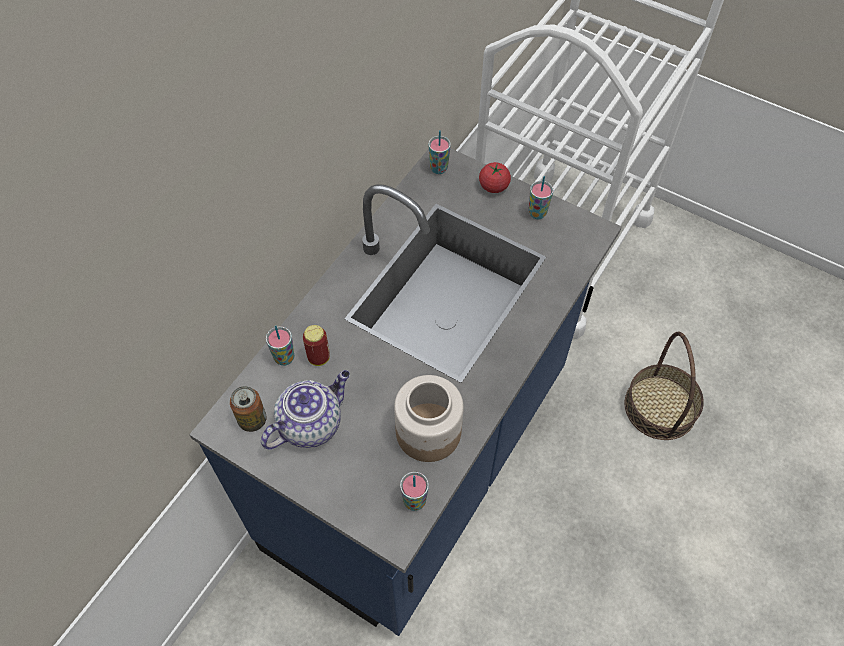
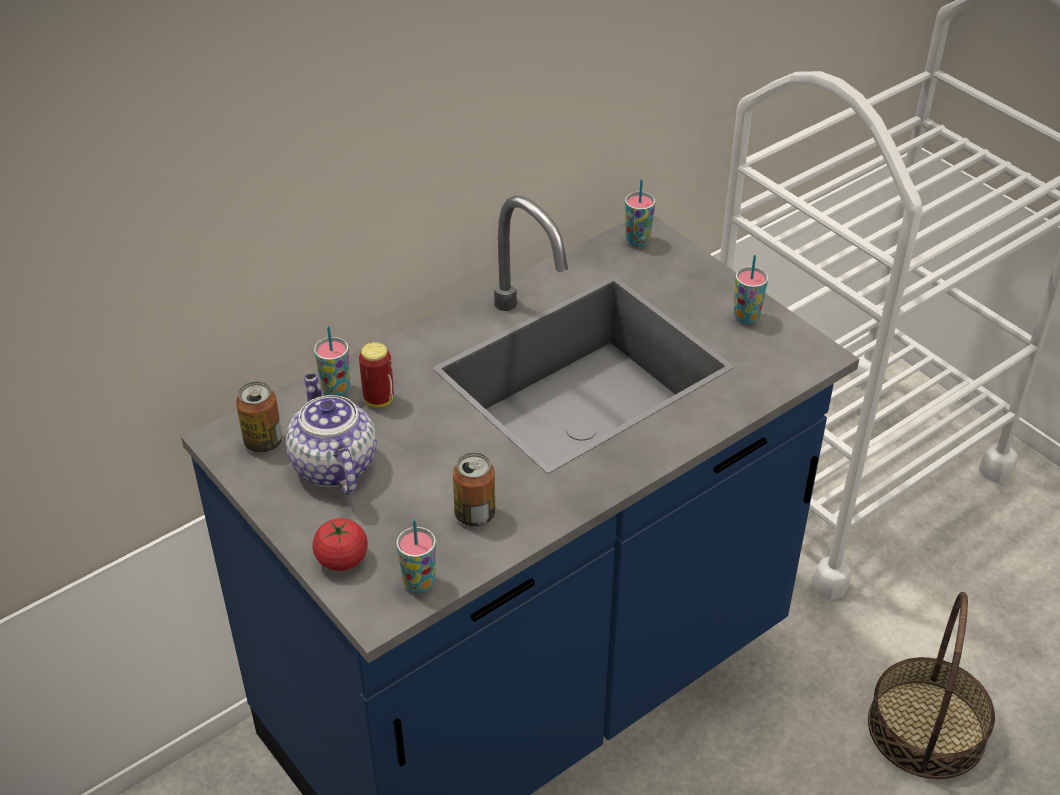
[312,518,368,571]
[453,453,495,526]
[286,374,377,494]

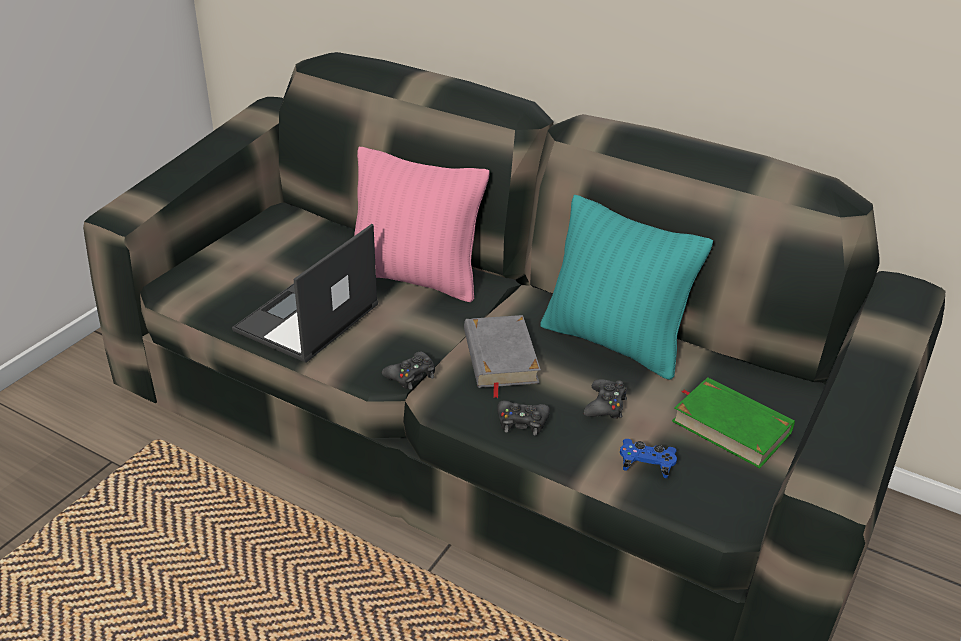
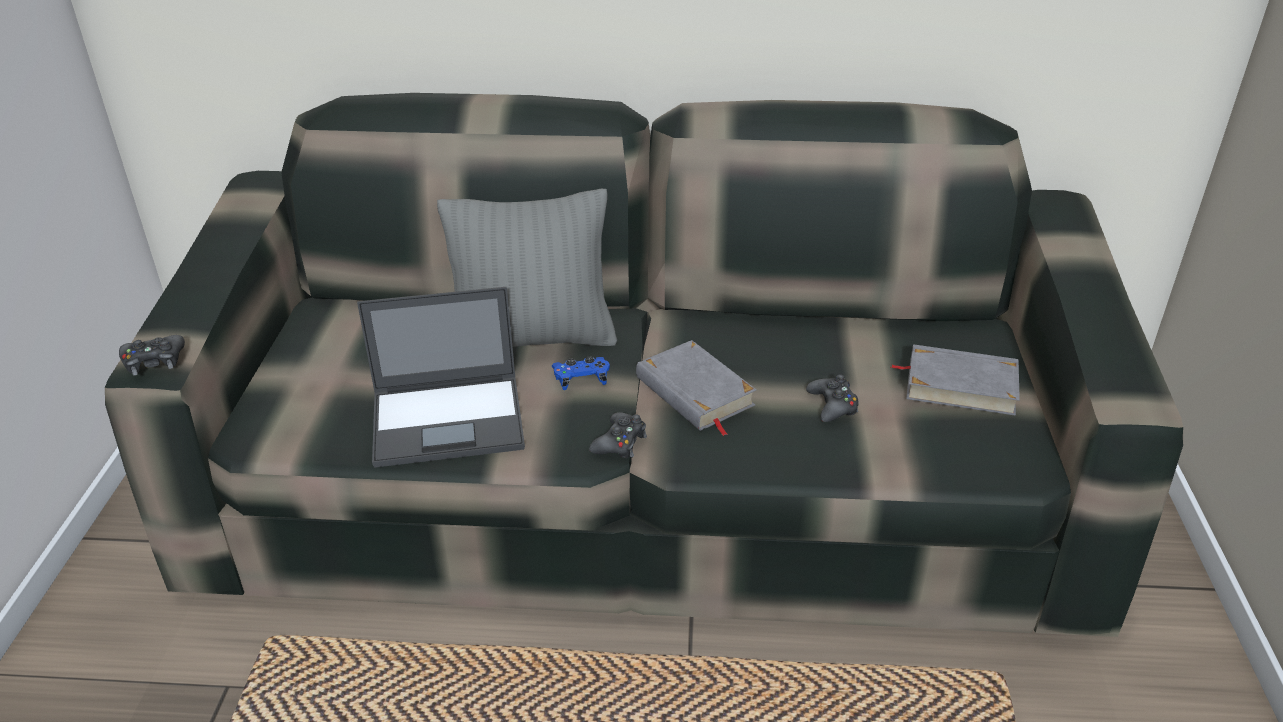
[540,195,713,380] (first image)
[119,335,185,376]
[551,356,610,390]
[437,189,617,347]
[891,344,1020,416]
[357,287,525,468]

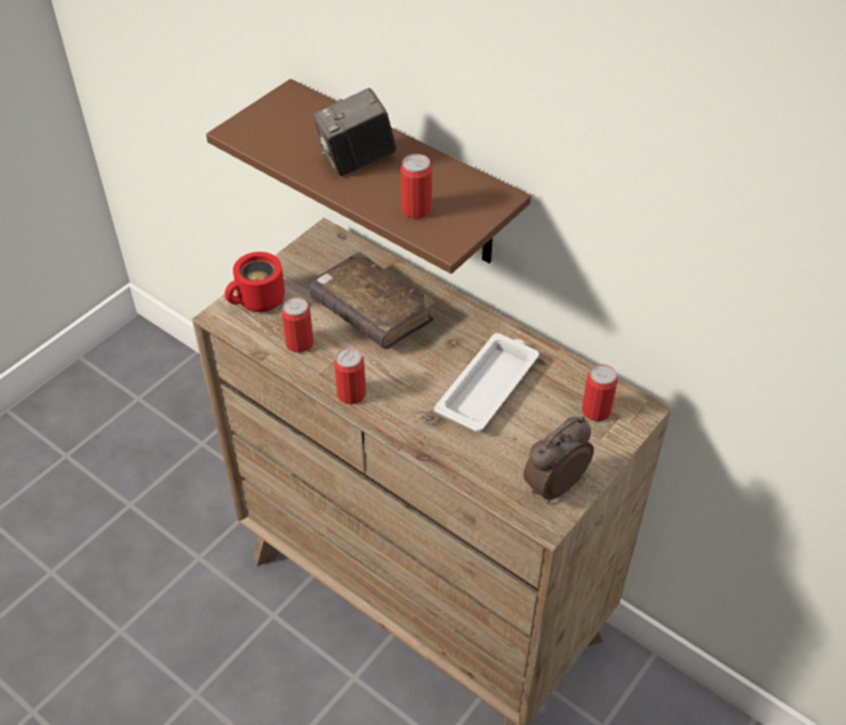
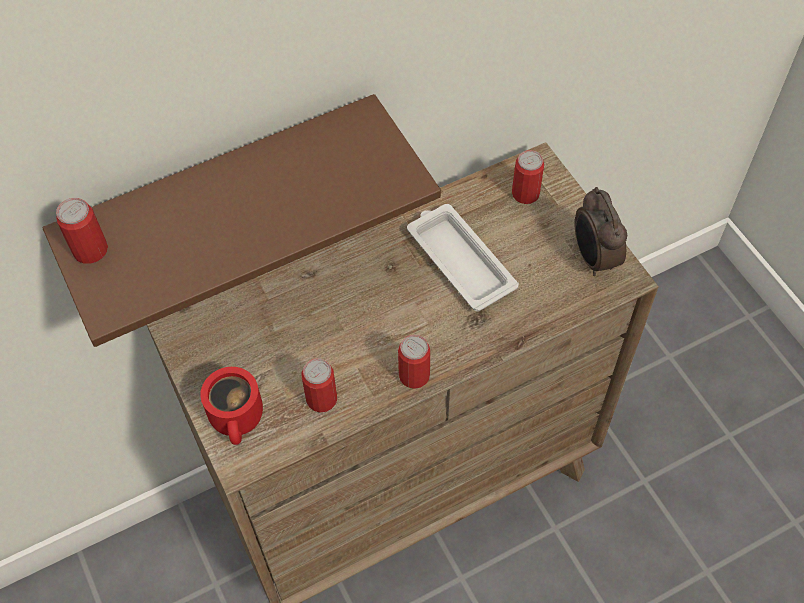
[310,252,435,349] (first image)
[313,88,396,176] (first image)
[56,198,108,264]

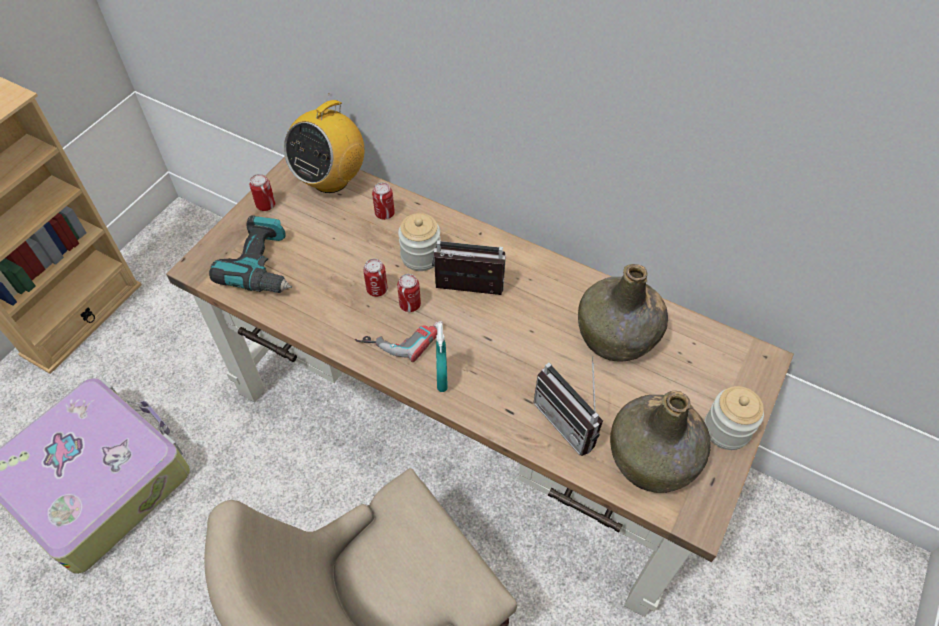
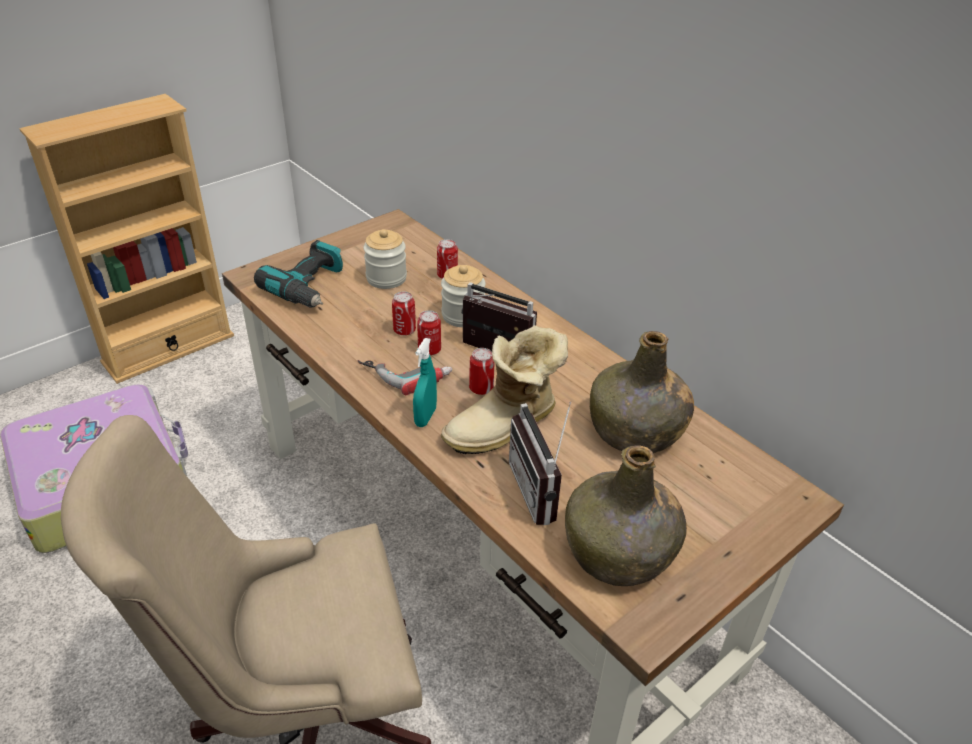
[284,93,365,193] (first image)
[441,325,568,454]
[469,348,494,395]
[363,229,407,289]

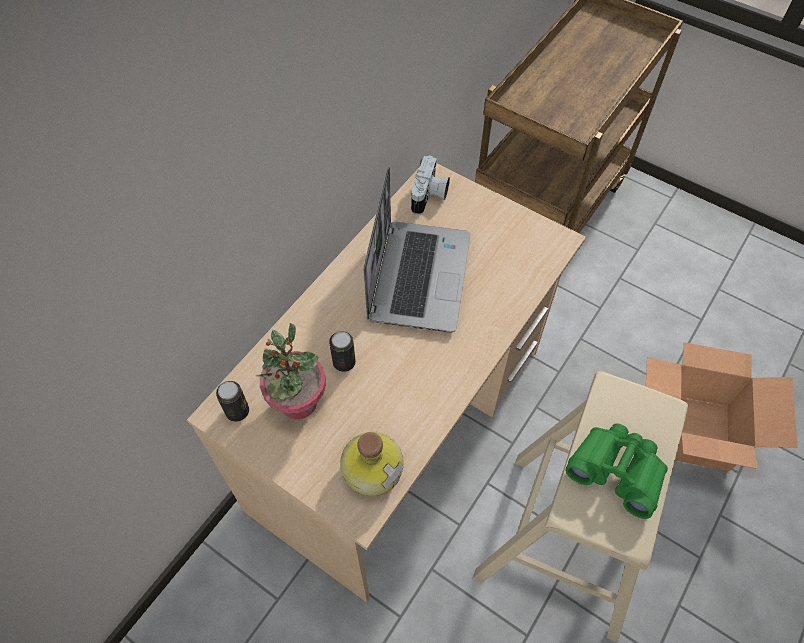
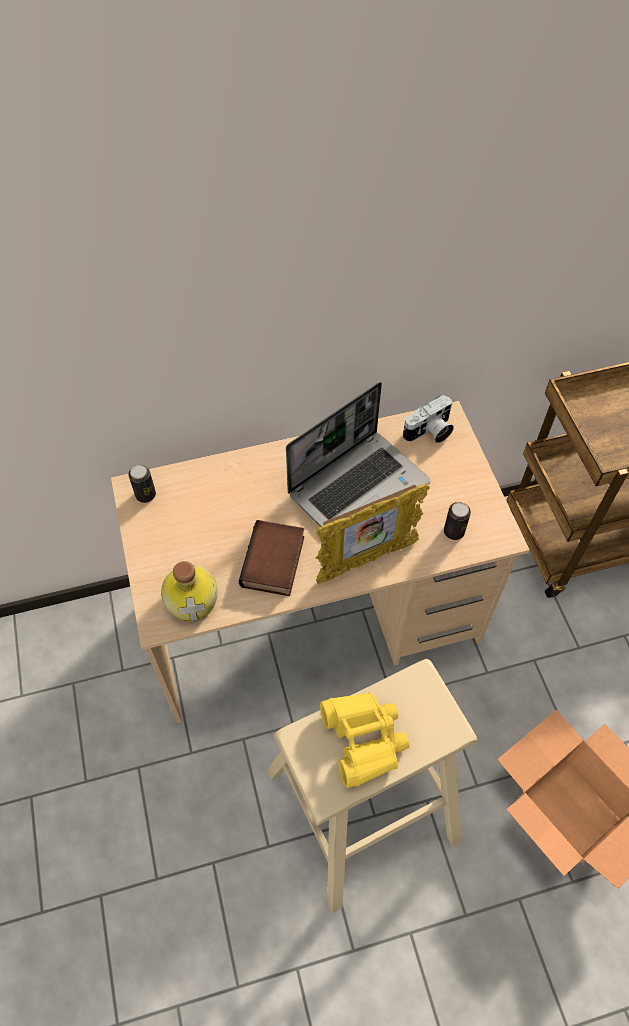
[256,323,326,419] (first image)
[239,520,304,596]
[316,483,430,584]
[444,502,471,540]
[320,692,409,788]

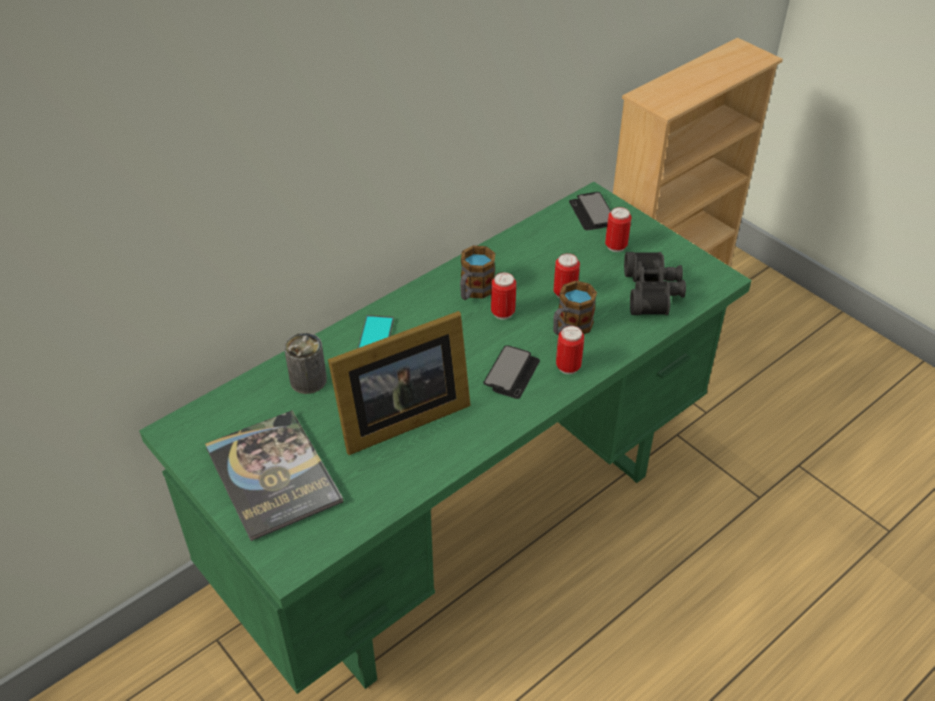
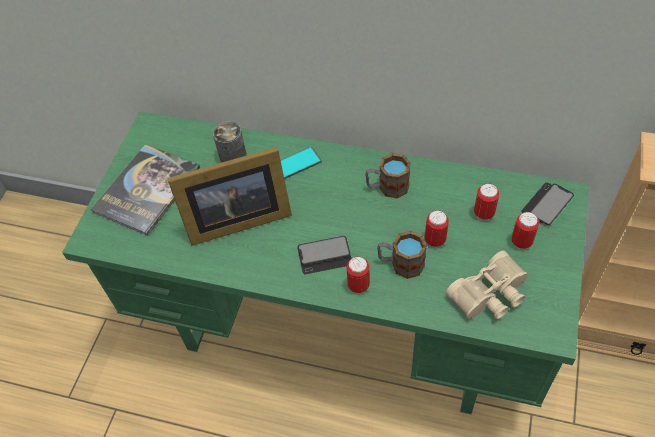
[474,183,499,220]
[446,251,528,319]
[167,147,292,246]

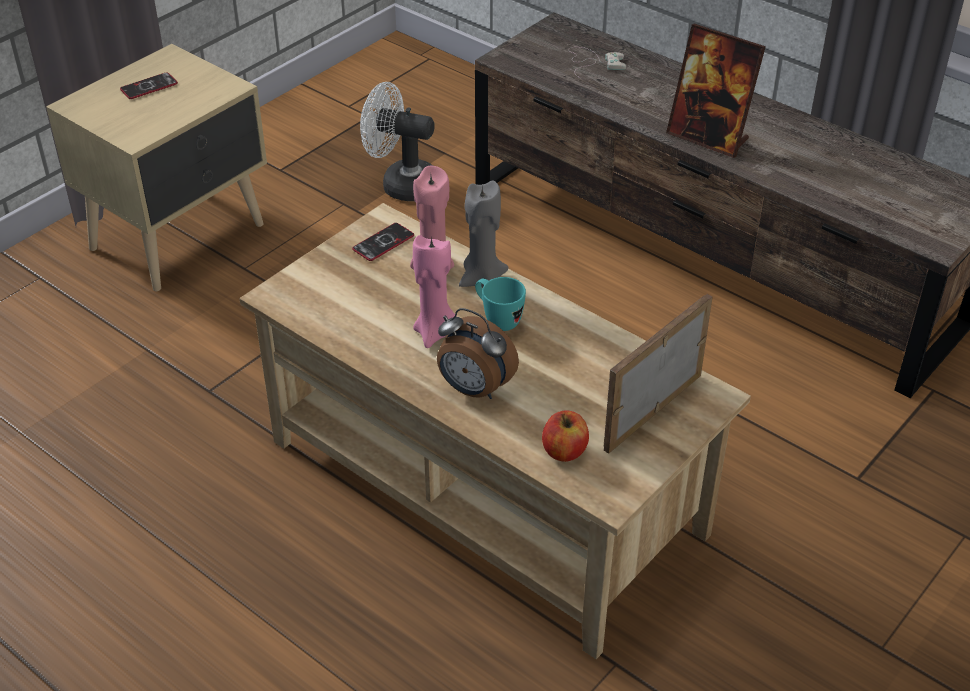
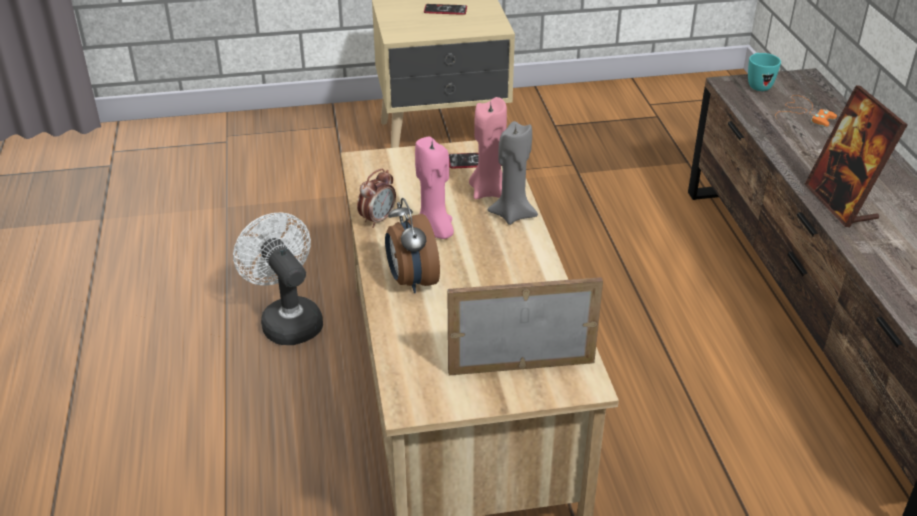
[542,410,589,462] (first image)
[357,169,396,228]
[233,212,323,345]
[748,53,781,91]
[775,95,837,127]

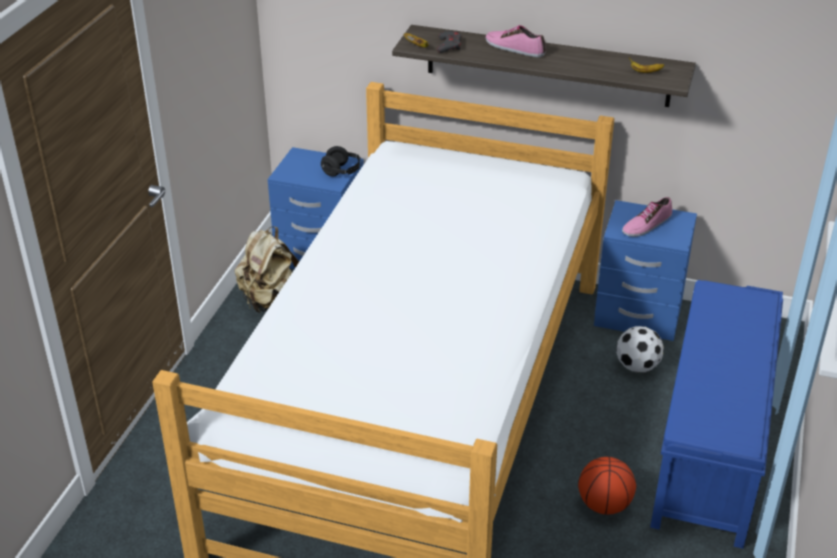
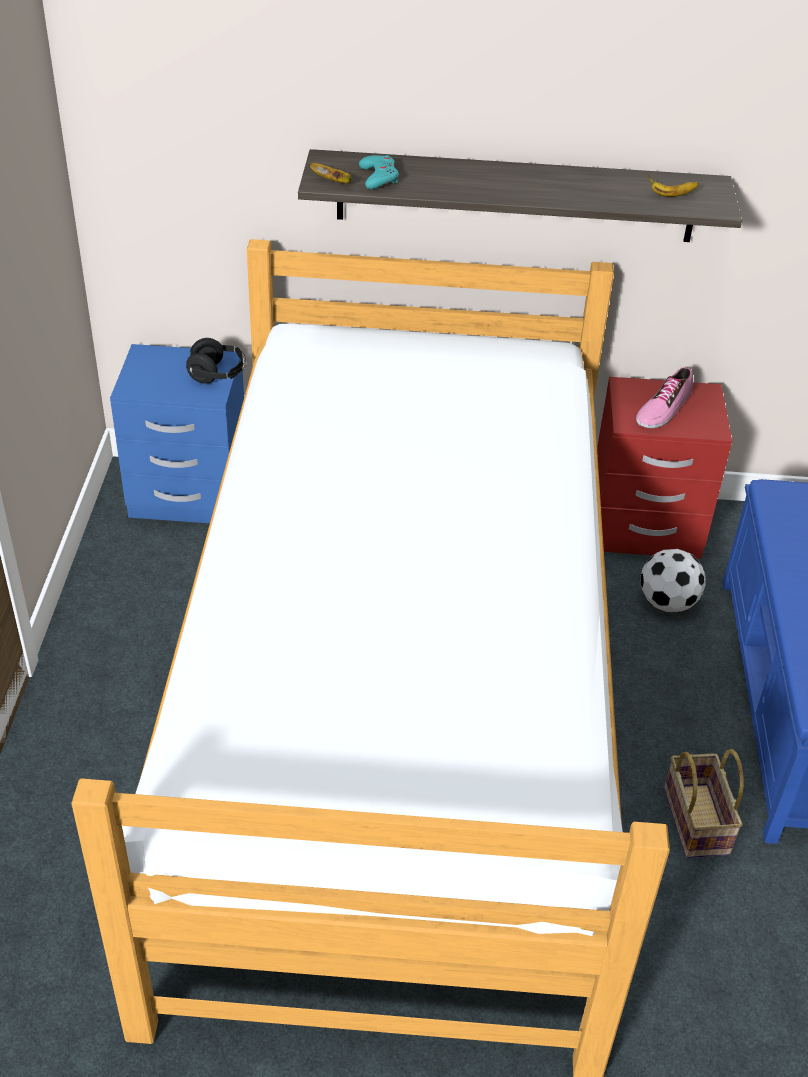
[234,226,299,313] (first image)
[485,25,546,57] (first image)
[664,749,744,858]
[359,155,399,189]
[597,377,732,559]

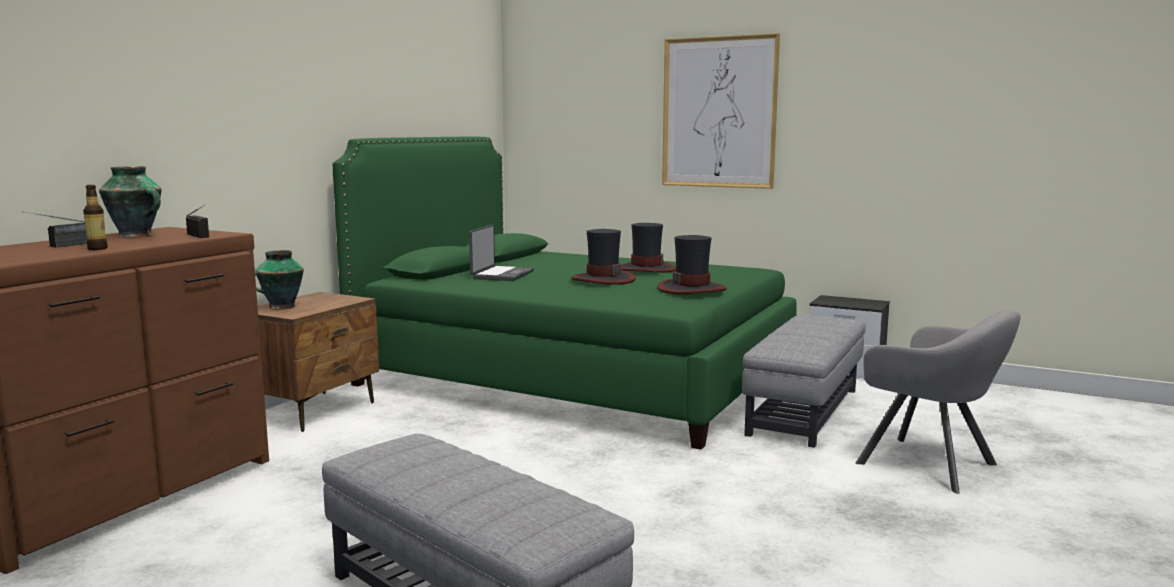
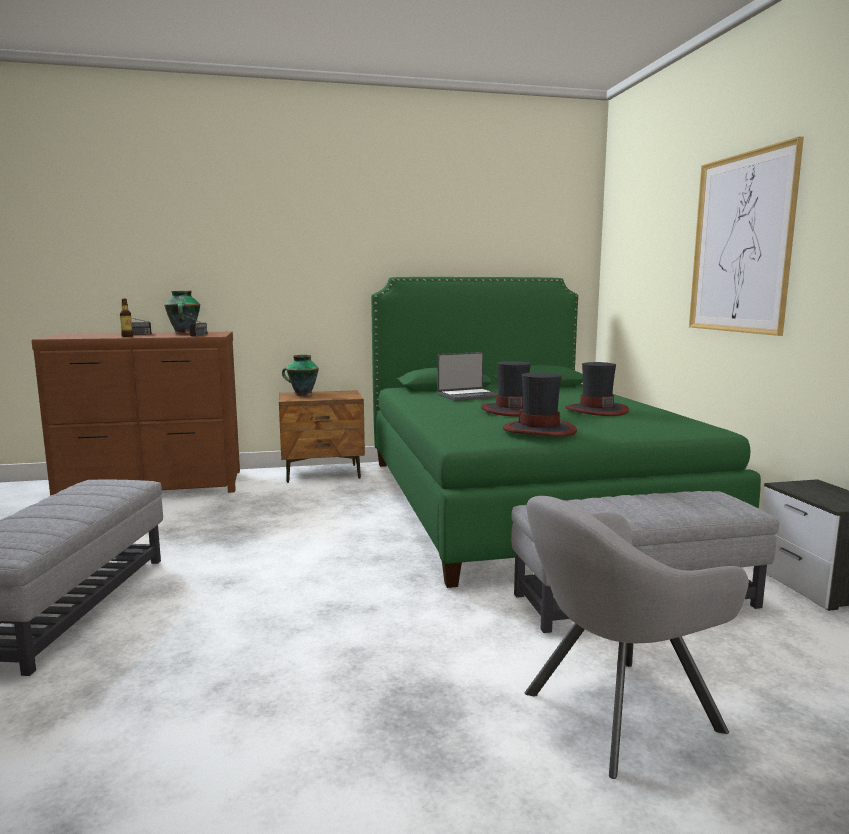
[525,496,749,779]

